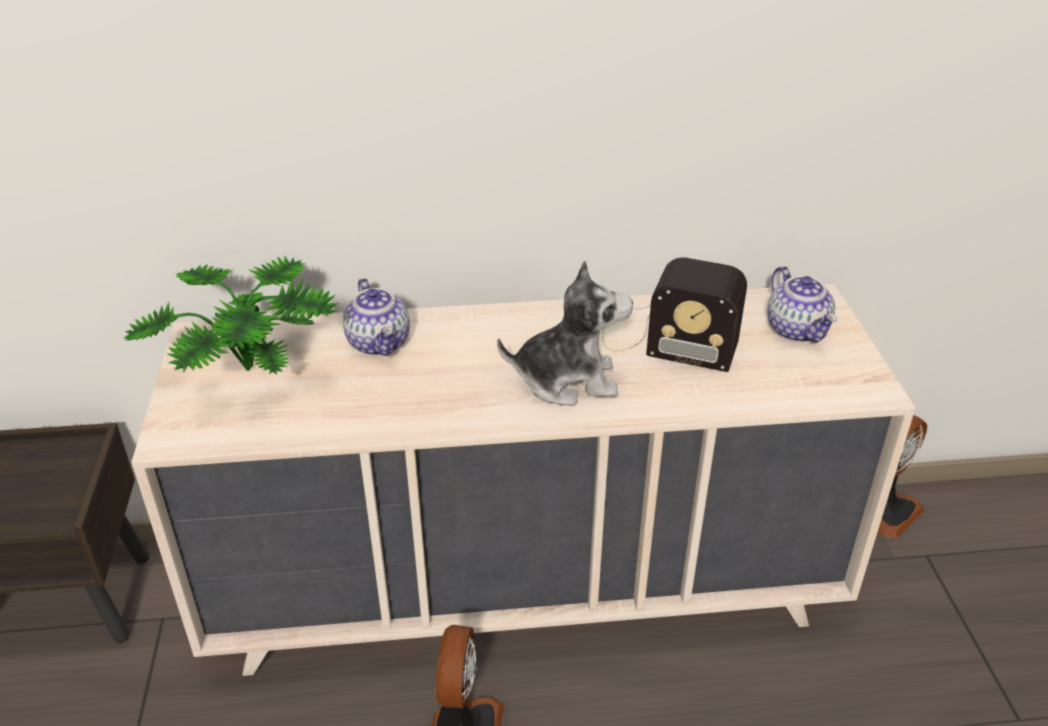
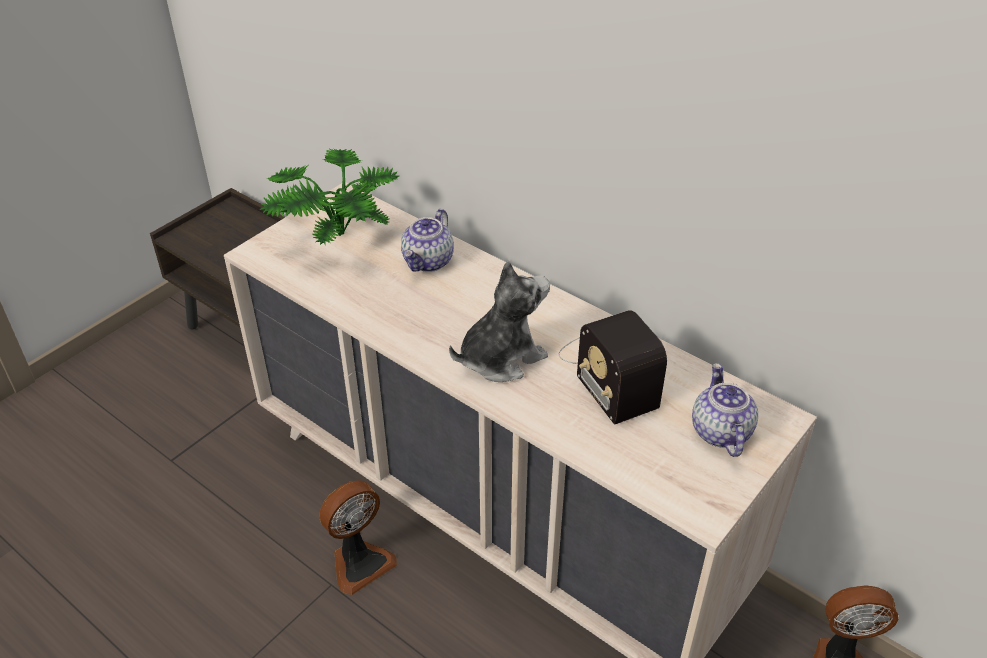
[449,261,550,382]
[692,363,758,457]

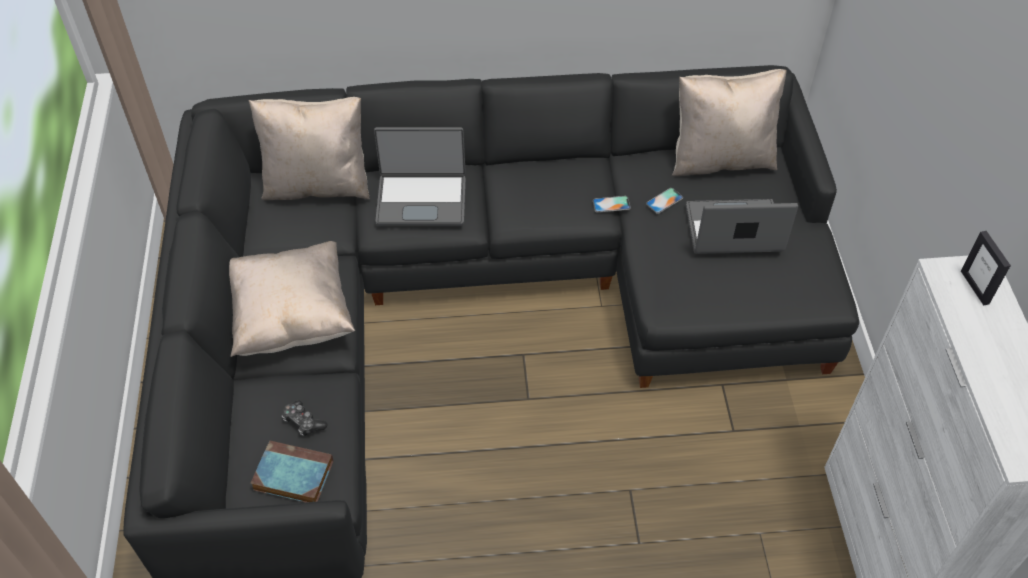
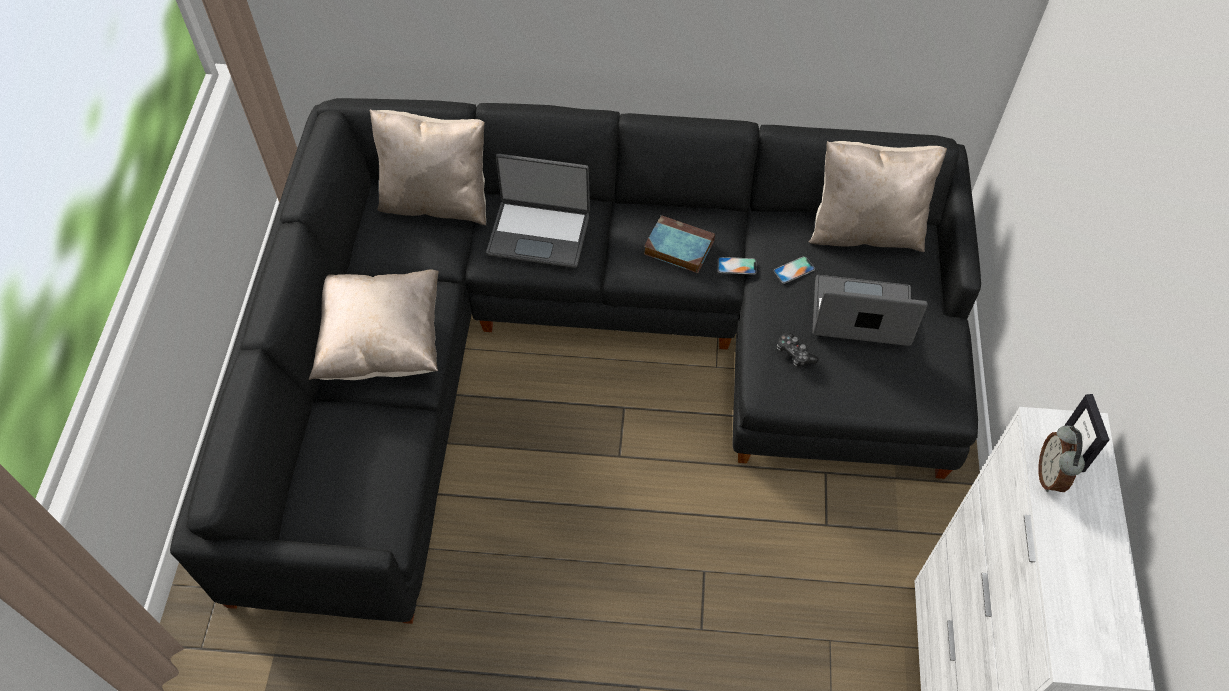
[1038,426,1085,492]
[644,215,715,273]
[777,332,818,367]

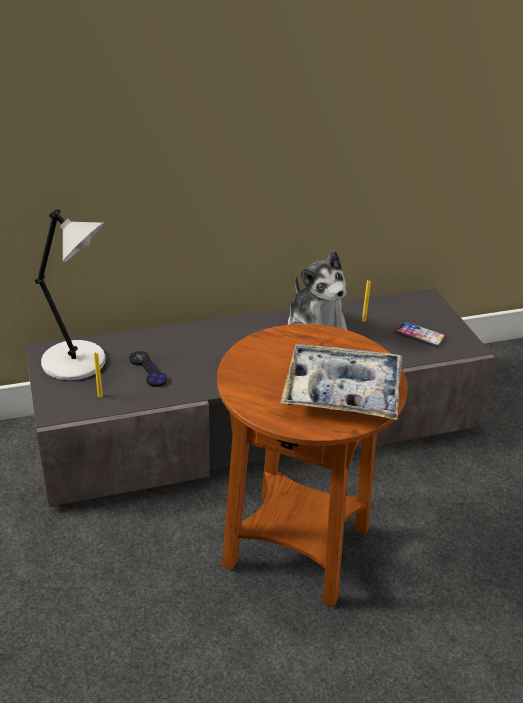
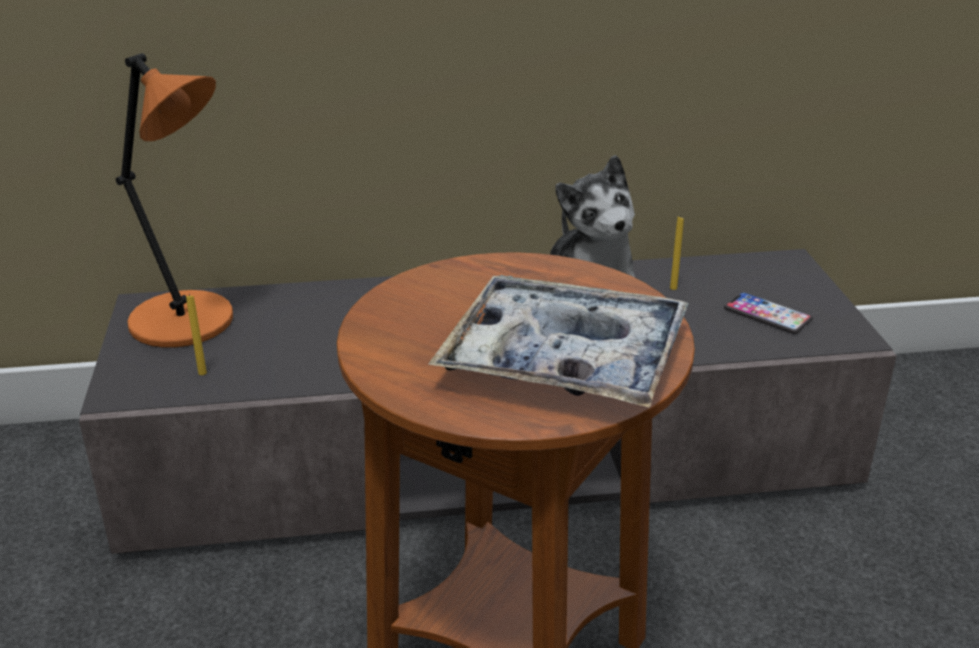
[129,351,168,387] (first image)
[116,53,233,348]

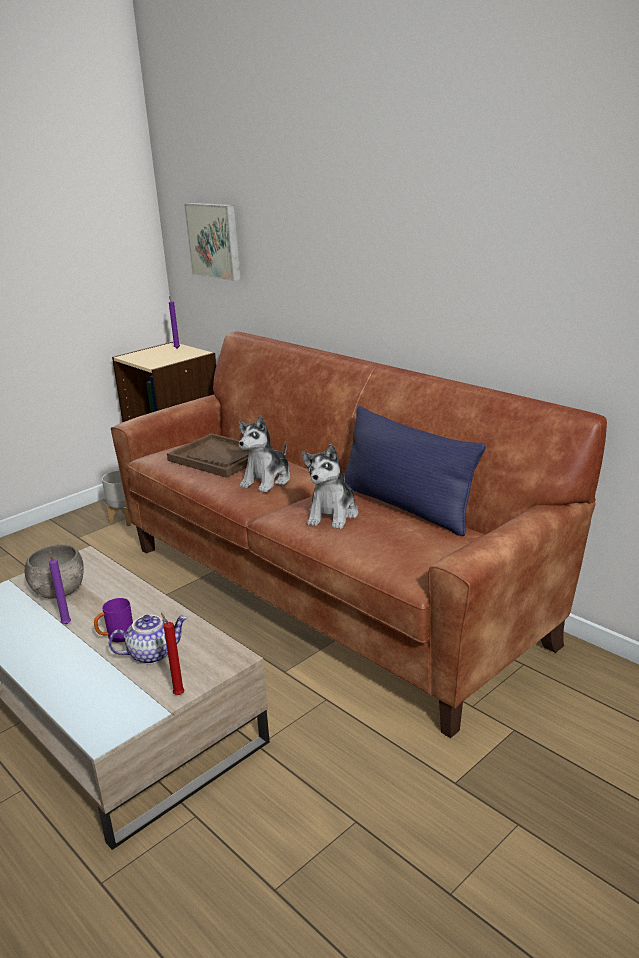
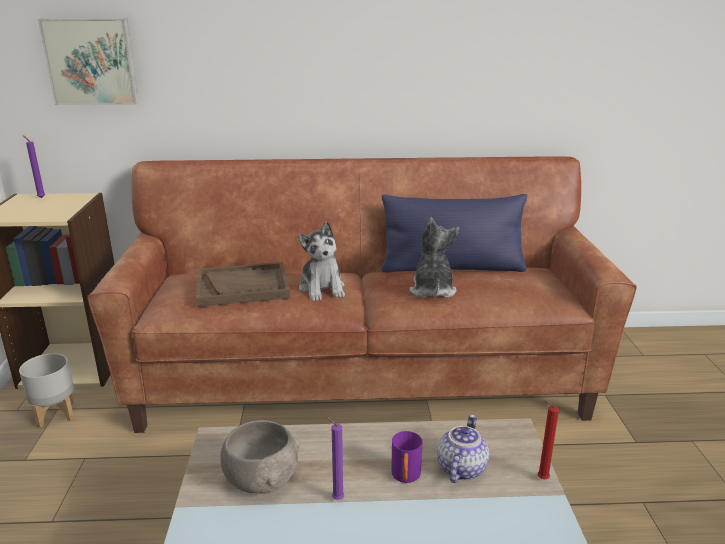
[410,218,459,298]

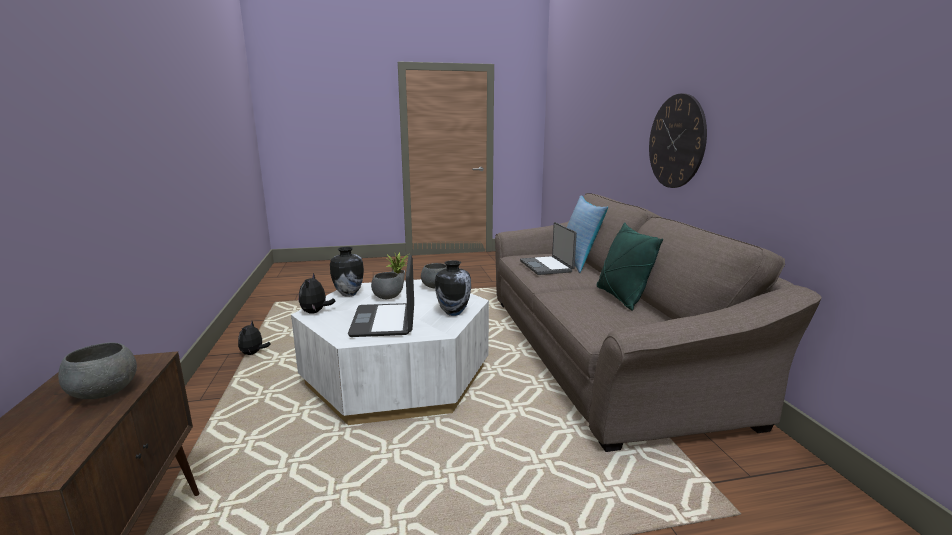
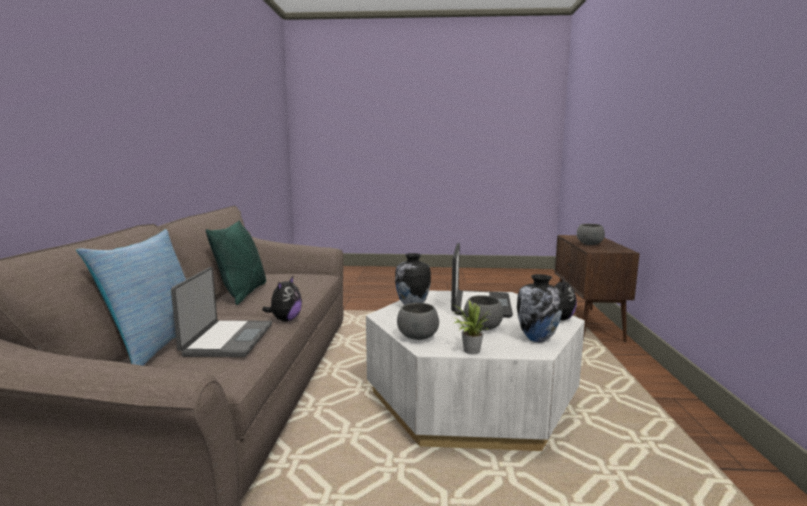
[649,93,707,188] (first image)
[262,277,302,321]

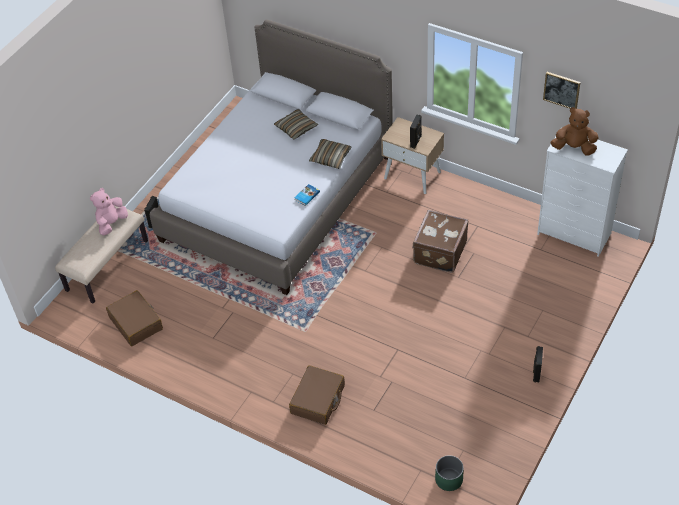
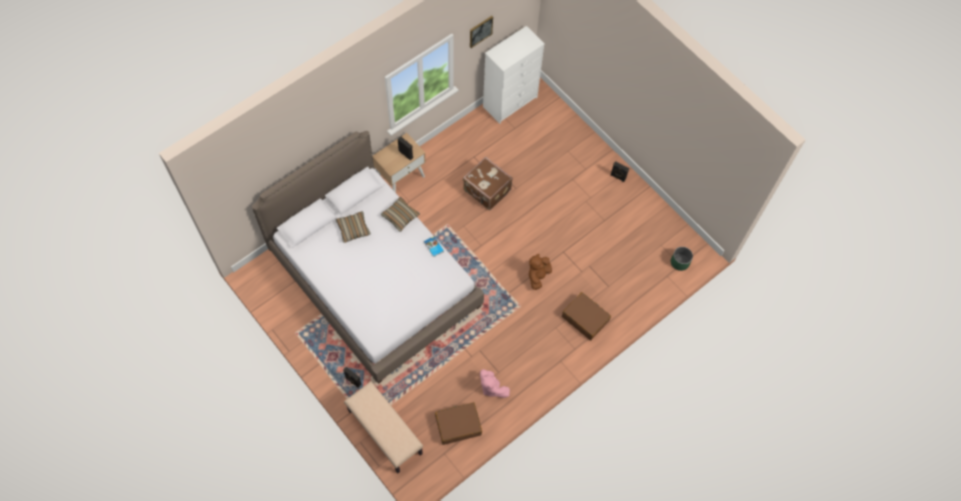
[480,369,510,398]
[529,254,552,290]

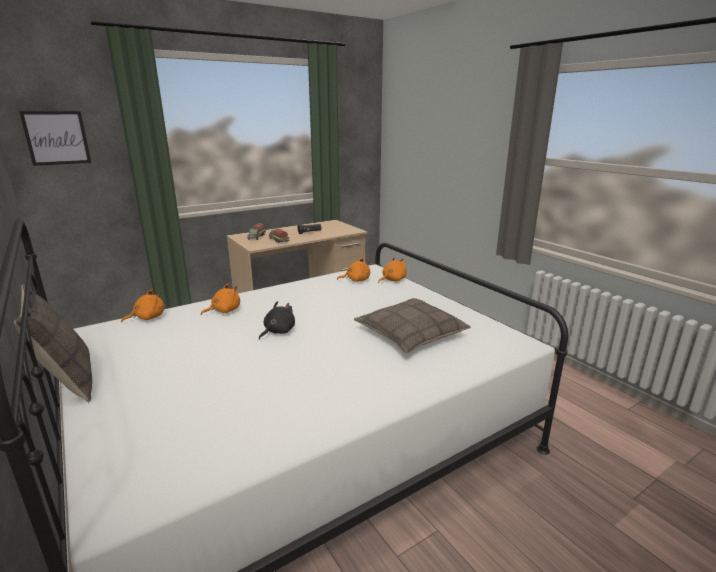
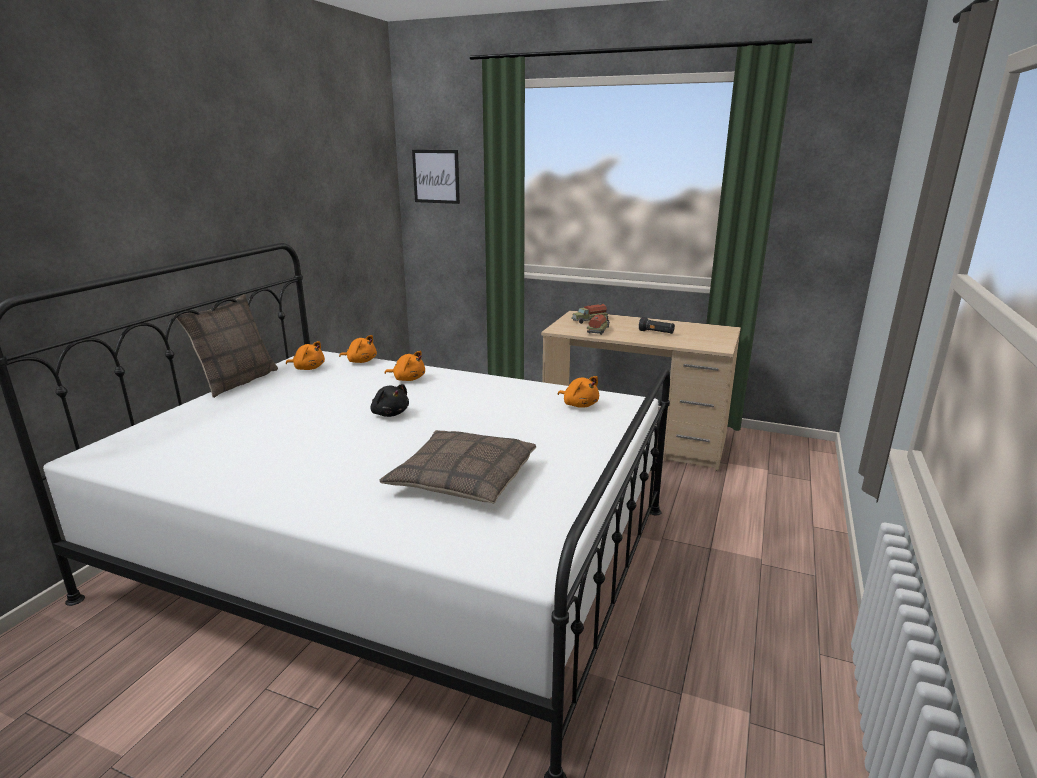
[286,341,325,370]
[371,384,409,417]

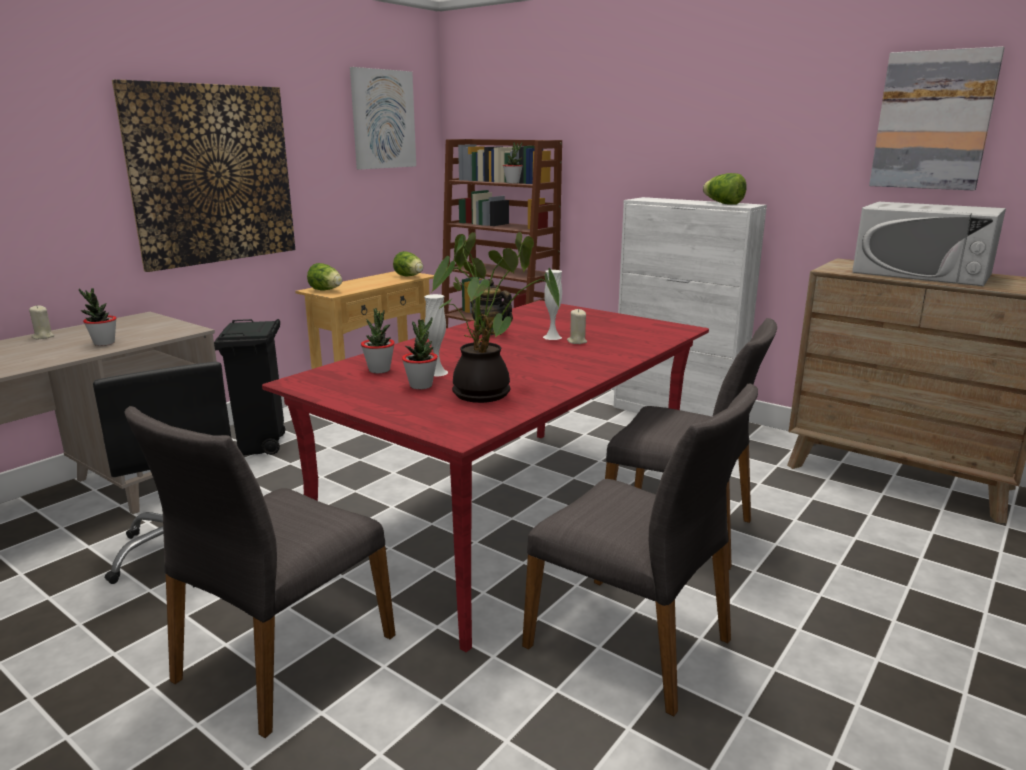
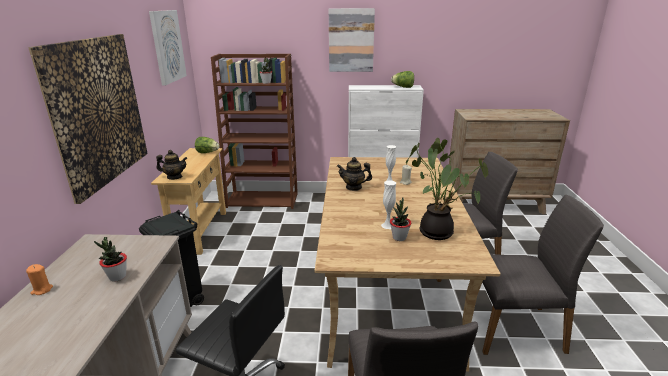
[361,308,395,373] (first image)
[852,202,1006,286] (first image)
[329,8,375,72]
[156,150,187,180]
[26,264,53,295]
[315,157,501,372]

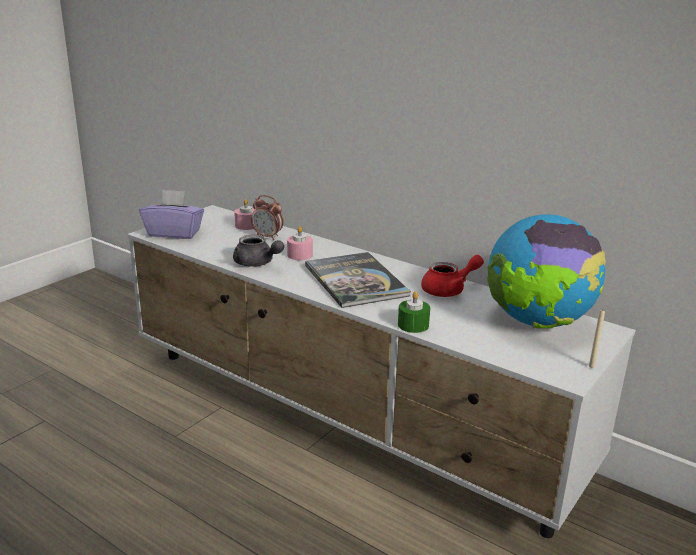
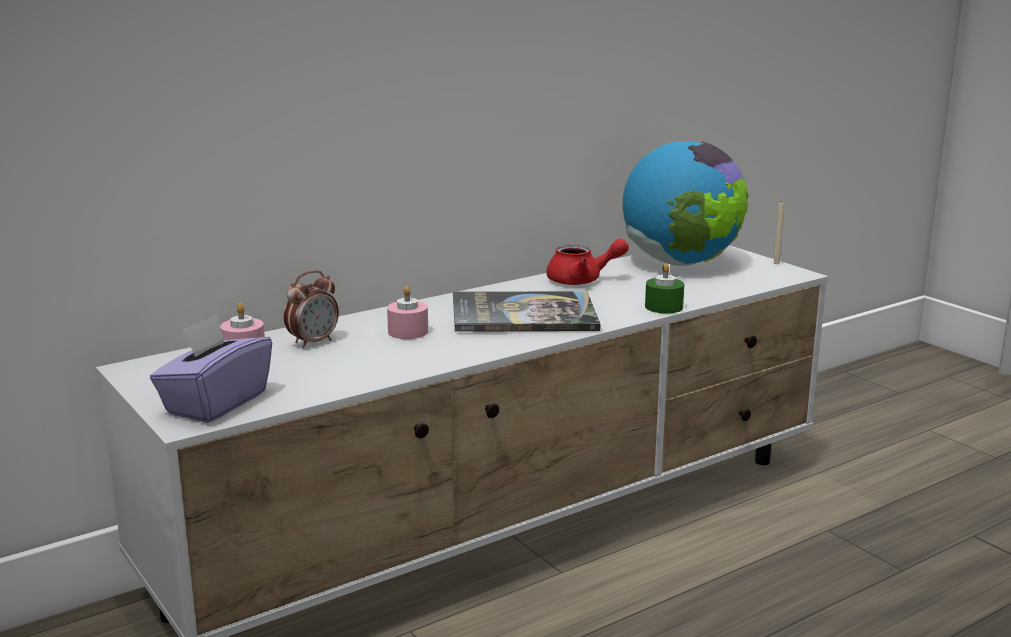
[233,235,284,267] (first image)
[546,238,629,285]

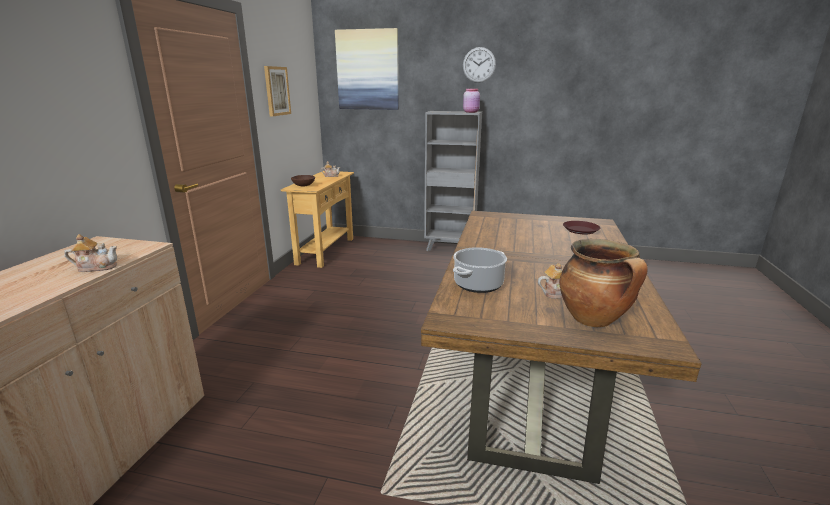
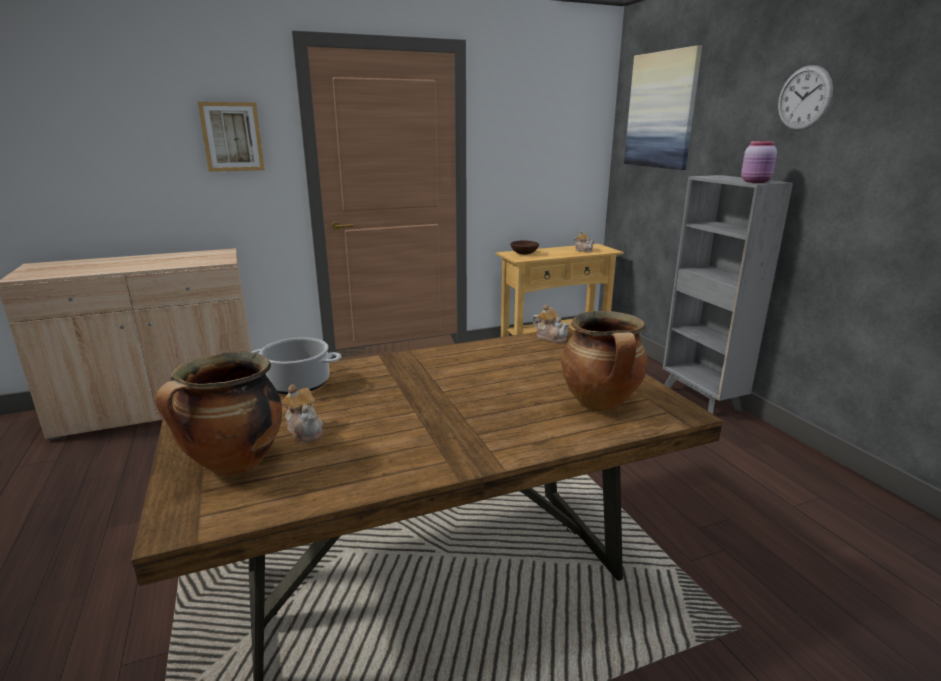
[532,304,569,343]
[198,102,265,172]
[561,311,648,411]

